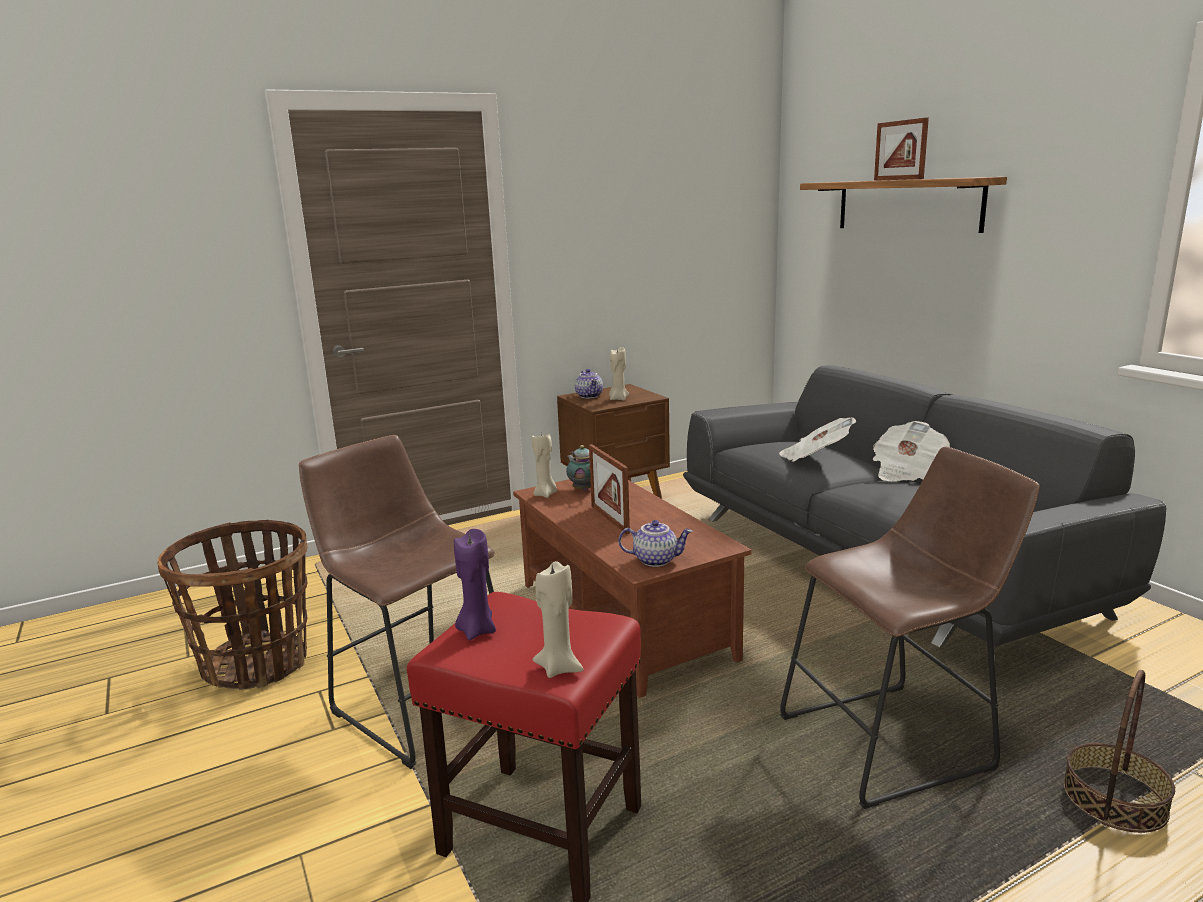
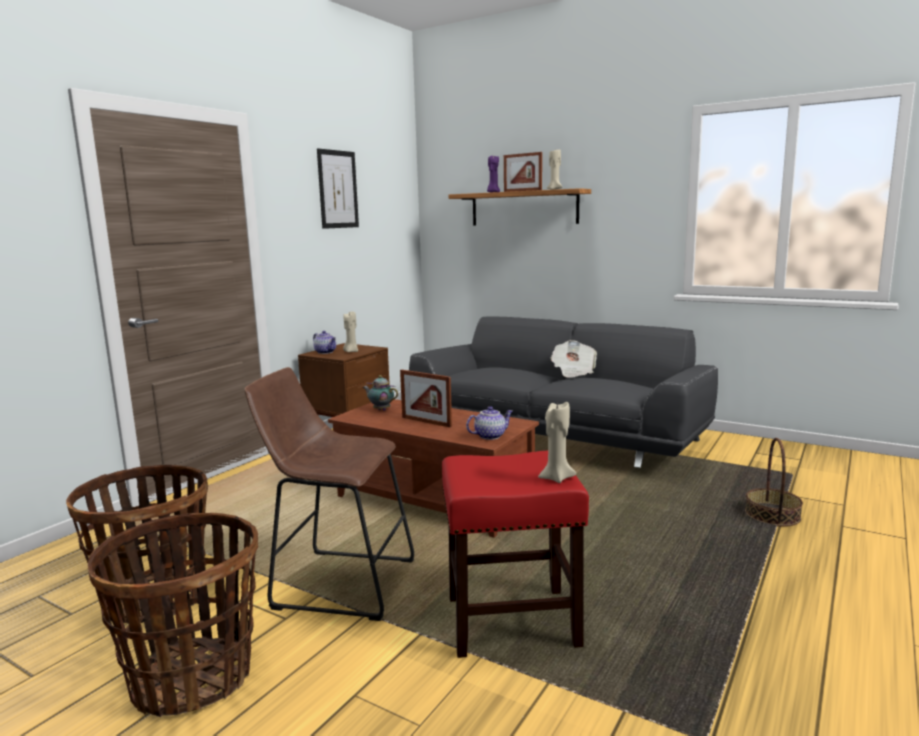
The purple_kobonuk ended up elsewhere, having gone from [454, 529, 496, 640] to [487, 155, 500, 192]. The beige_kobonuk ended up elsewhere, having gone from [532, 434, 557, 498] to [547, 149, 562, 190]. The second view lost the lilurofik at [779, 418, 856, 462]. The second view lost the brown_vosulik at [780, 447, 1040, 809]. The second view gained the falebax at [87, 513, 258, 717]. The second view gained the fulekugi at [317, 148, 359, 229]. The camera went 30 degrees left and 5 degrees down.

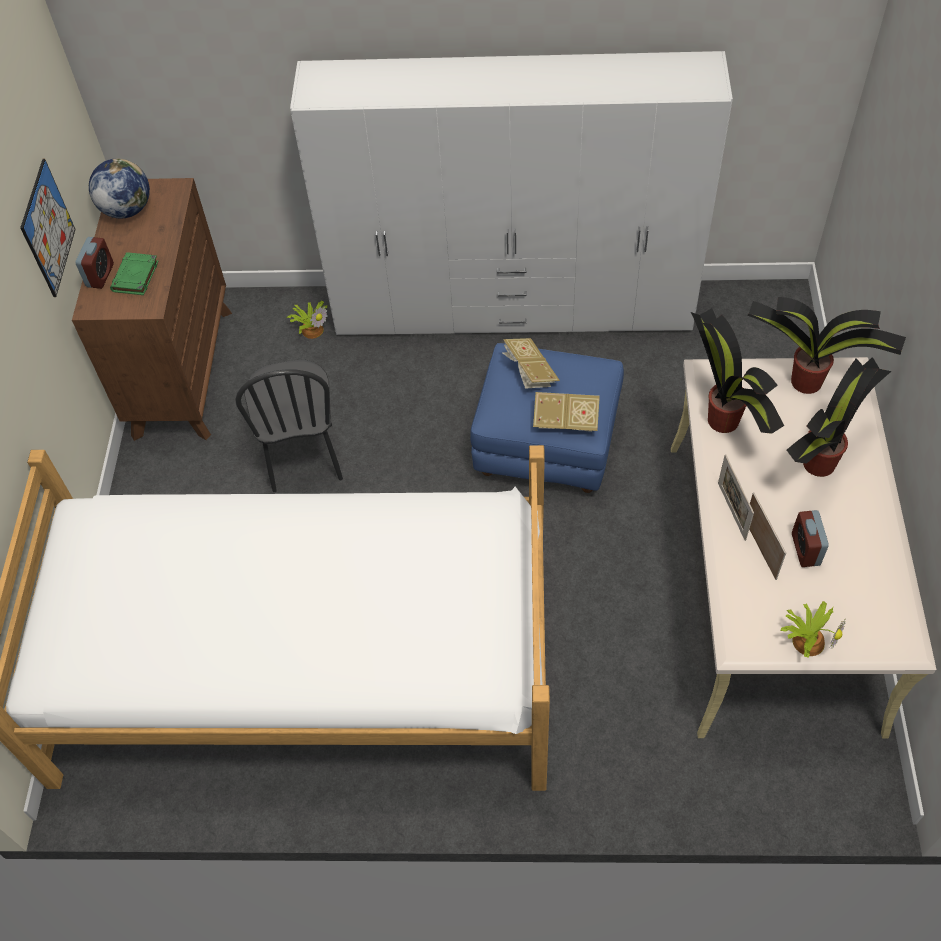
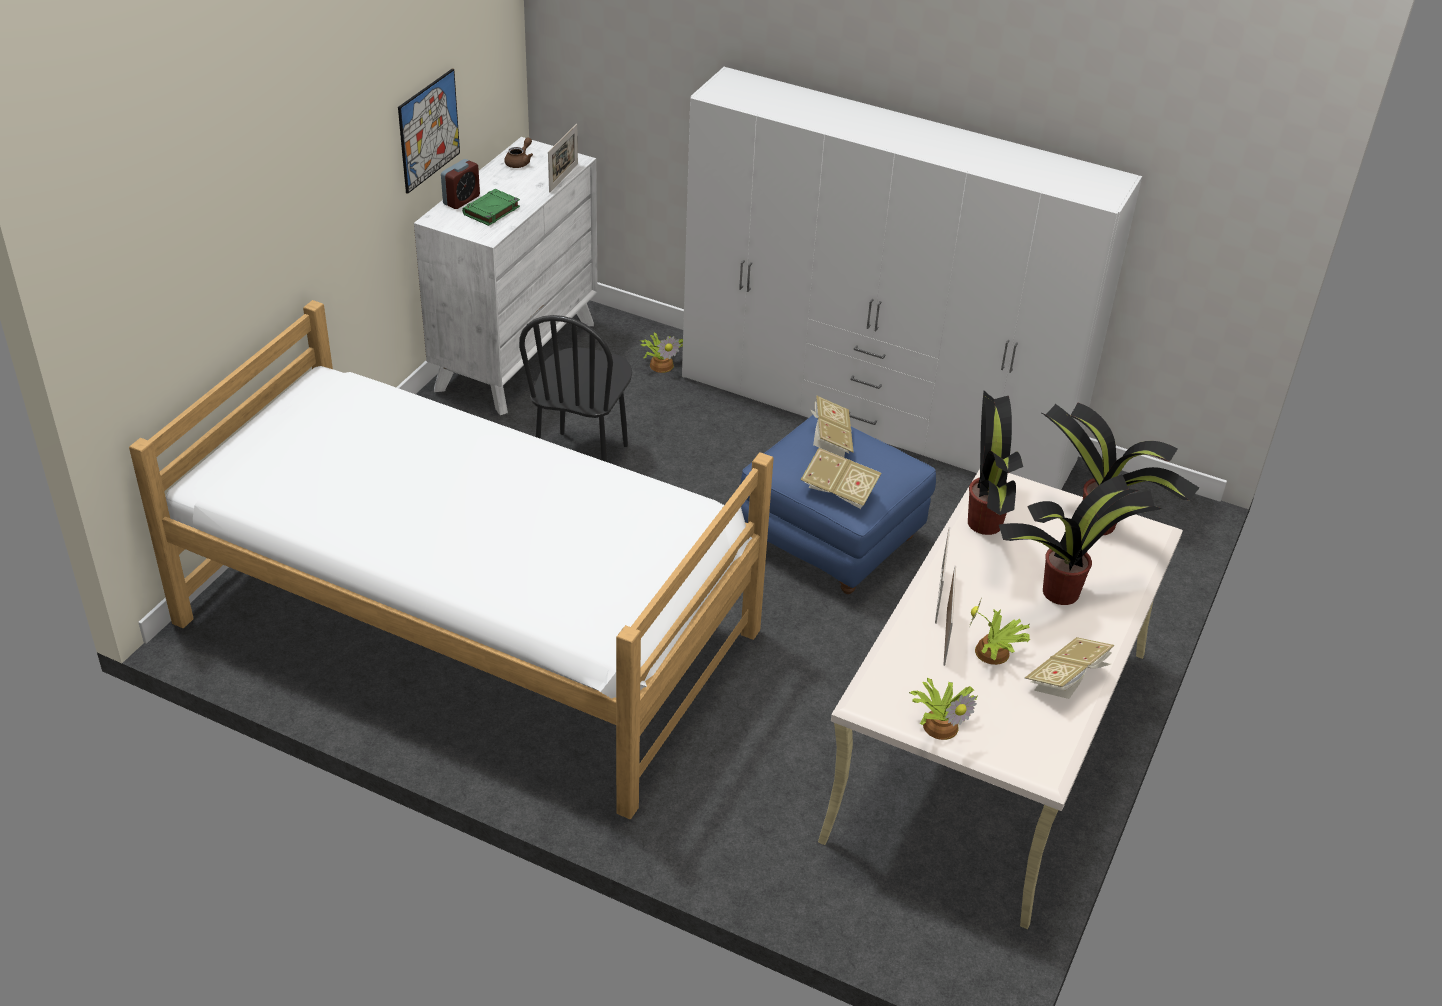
What was the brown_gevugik at [72, 178, 232, 441] turned into the white_gevugik at [414, 137, 598, 415]. Where the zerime stood at [89, 158, 150, 218], the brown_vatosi came to stand at [504, 137, 533, 168]. Where the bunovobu stood at [792, 510, 829, 567], the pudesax came to stand at [969, 597, 1031, 665]. The second view gained the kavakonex at [548, 124, 578, 193]. The second view gained the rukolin at [1025, 637, 1114, 699]. The camera went 20 degrees right and 15 degrees down.

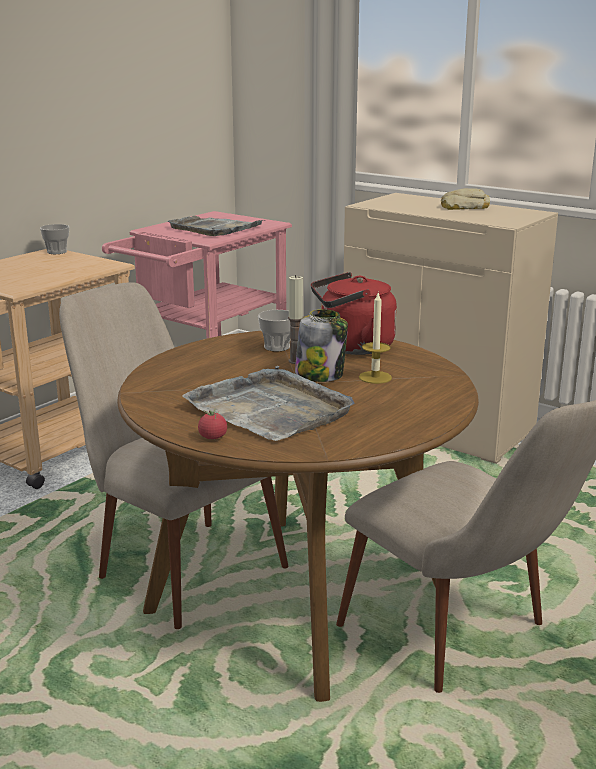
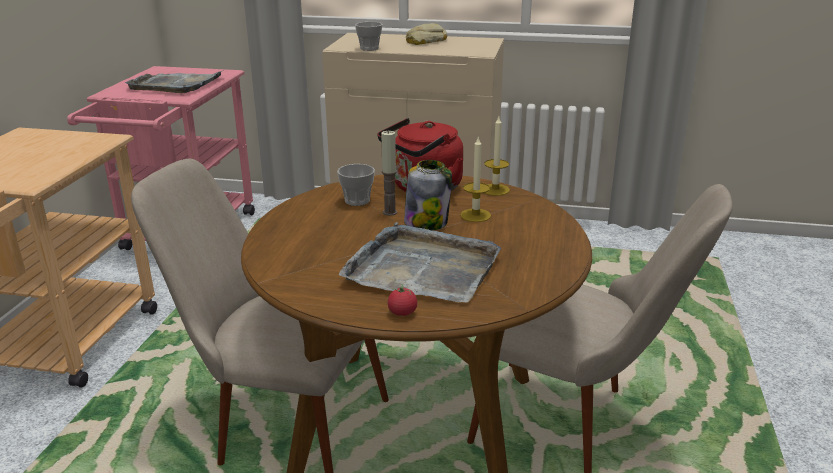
The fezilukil ended up elsewhere, having gone from [40, 224, 69, 254] to [355, 22, 382, 51]. The second view gained the kobonuk at [484, 117, 510, 196]. The camera went 25 degrees left and 5 degrees up.

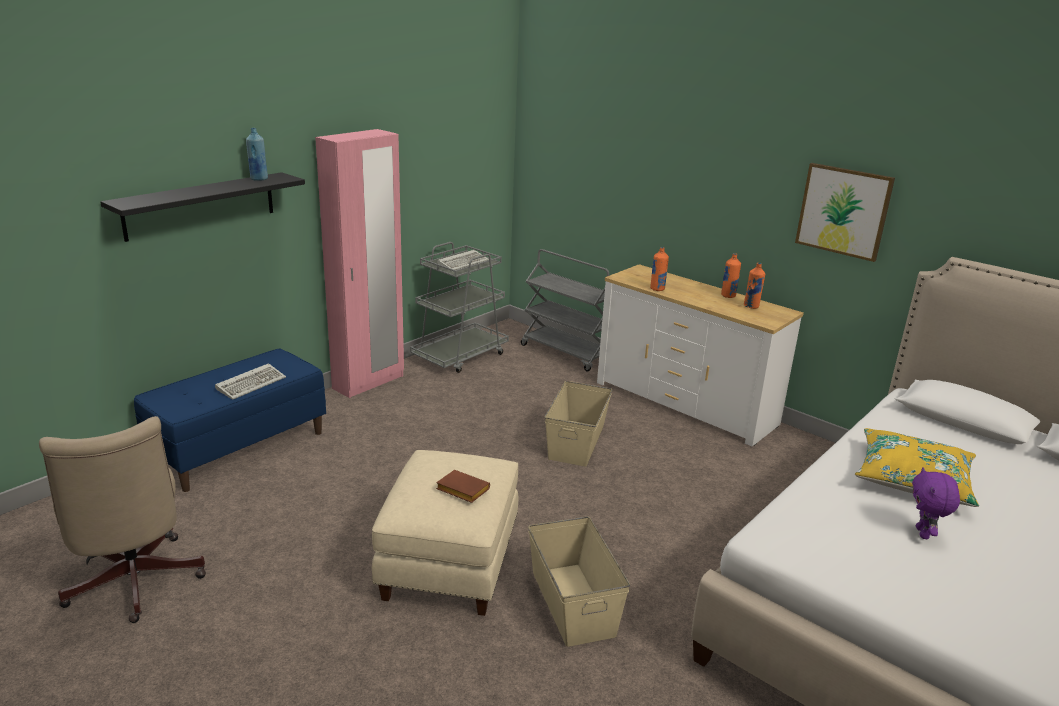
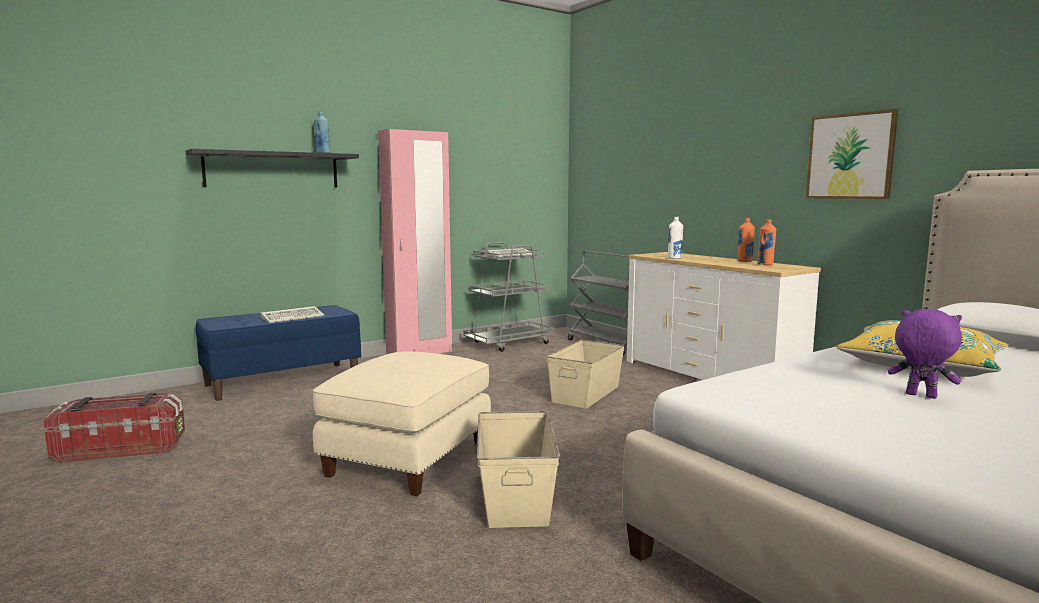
Where the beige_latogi stood at [39, 416, 206, 623], the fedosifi came to stand at [43, 392, 185, 463]. The second view lost the brown_rukolin at [436, 470, 490, 503]. What was the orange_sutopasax at [650, 247, 669, 291] turned into the white_sutopasax at [668, 217, 683, 259]. The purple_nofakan at [912, 467, 960, 539] ended up facing another way, 105 degrees clockwise from before. The camera went 15 degrees right and 15 degrees down.

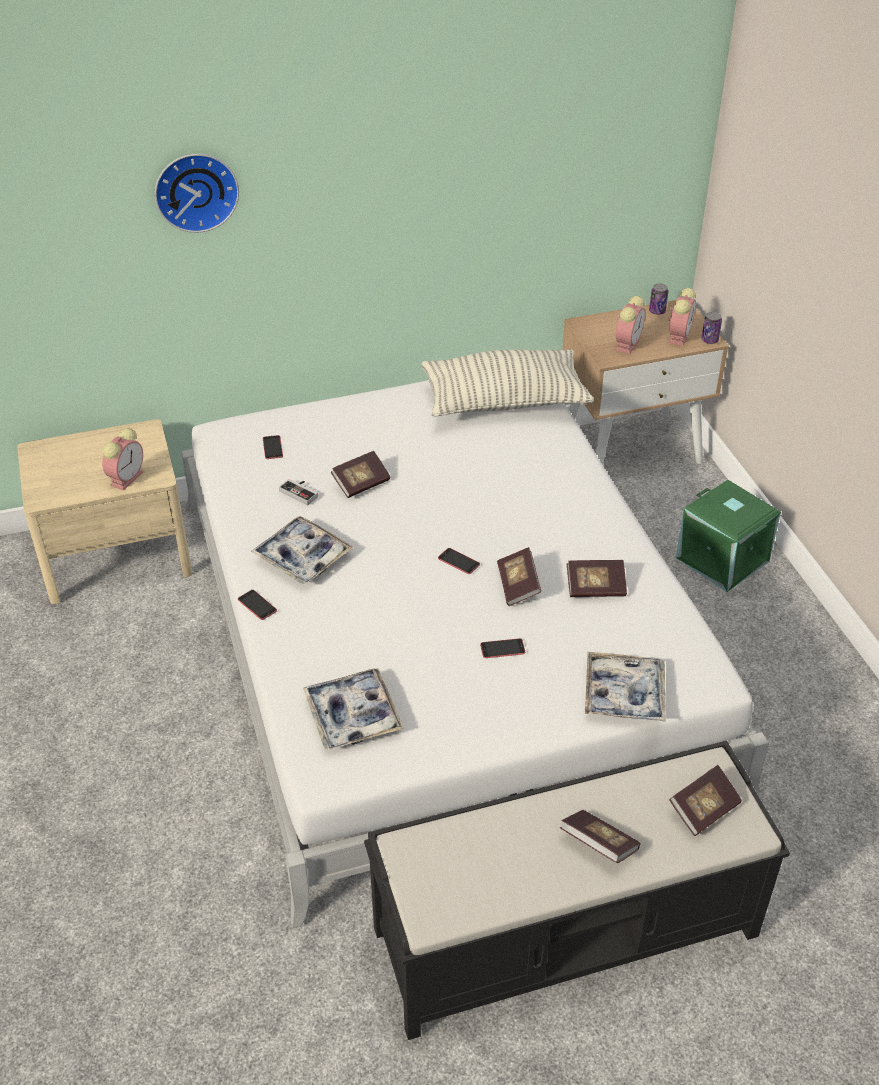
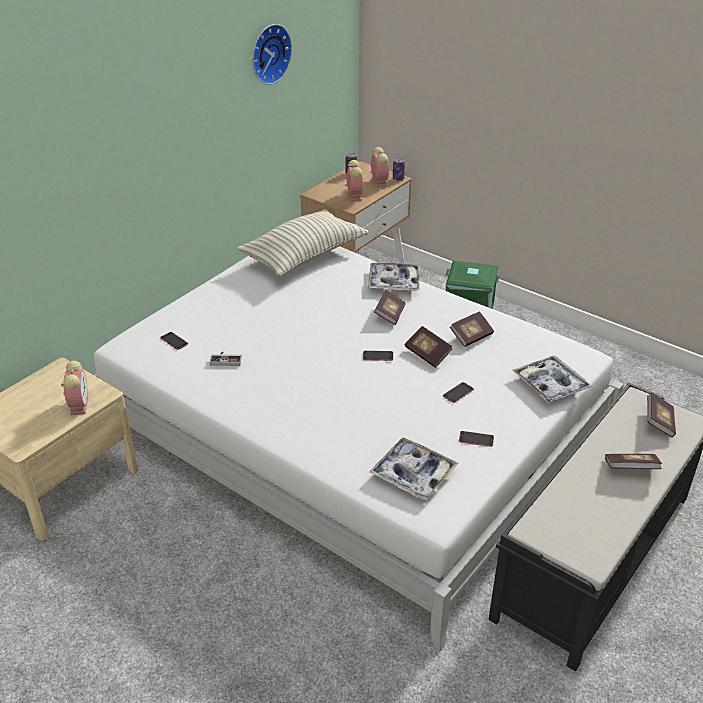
The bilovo ended up elsewhere, having gone from [155, 154, 239, 233] to [252, 24, 292, 85]. The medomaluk ended up elsewhere, having gone from [238, 590, 277, 620] to [459, 431, 494, 447]. The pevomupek ended up elsewhere, having gone from [251, 516, 353, 584] to [368, 263, 420, 291]. The rukolin ended up elsewhere, having gone from [331, 451, 390, 498] to [374, 289, 406, 325]. The camera went 35 degrees left and 5 degrees down.

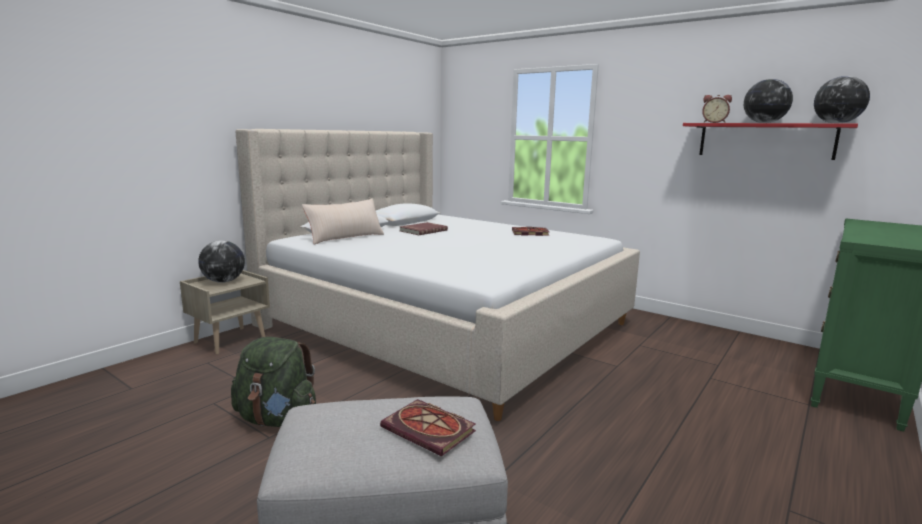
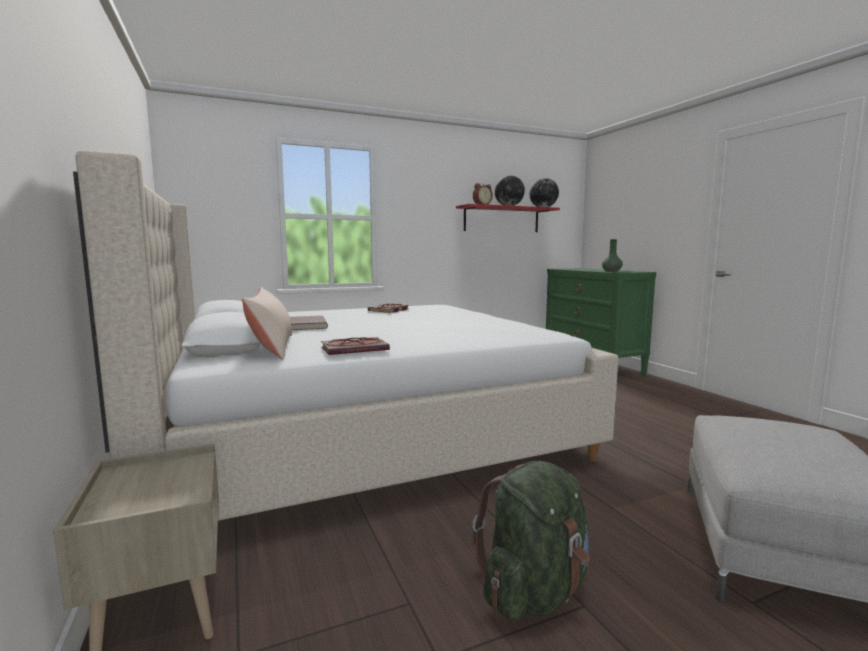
The second view lost the zerime at [198, 240, 245, 283]. The rukolin ended up elsewhere, having gone from [380, 399, 476, 456] to [321, 337, 390, 355]. The second view gained the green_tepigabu at [602, 239, 623, 272]. The camera went 60 degrees left and 5 degrees down.

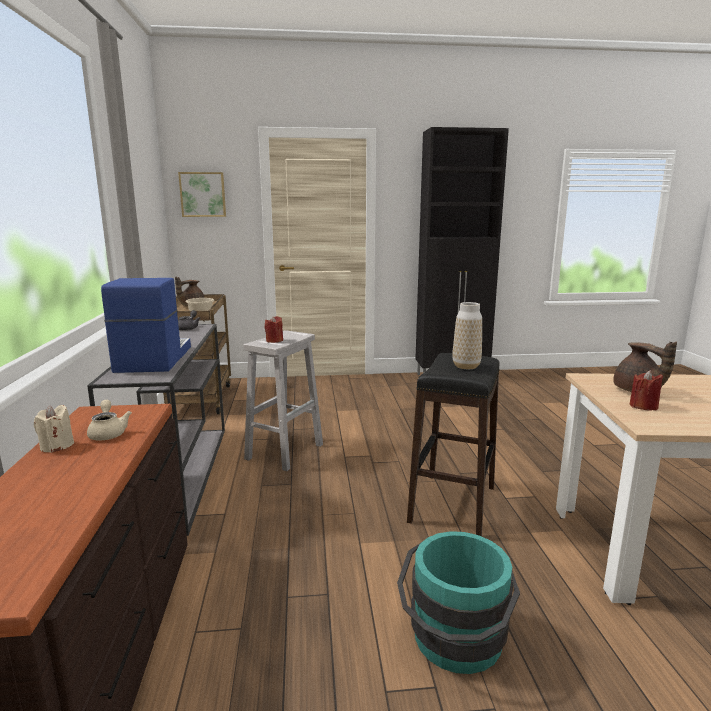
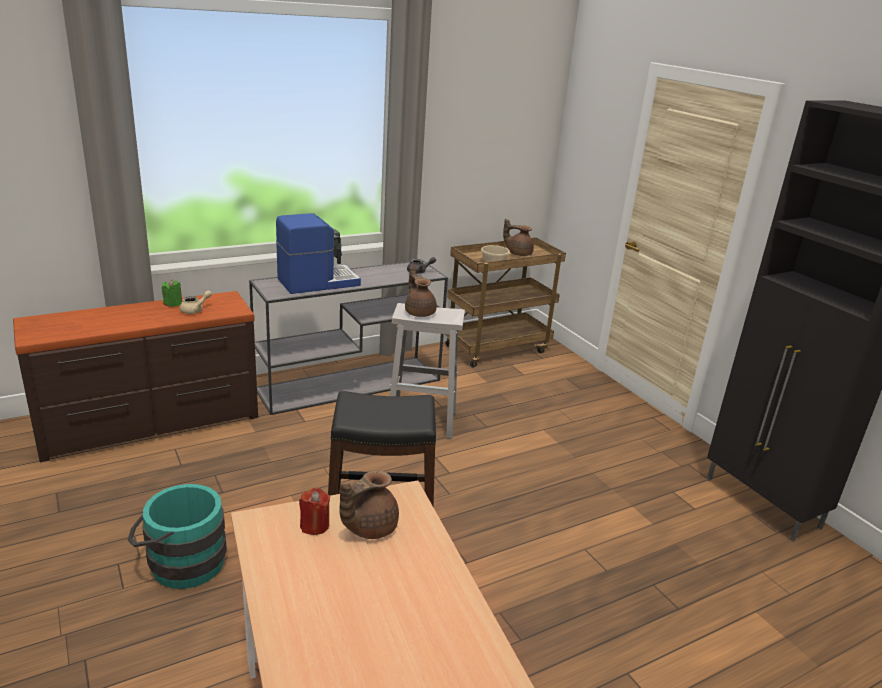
What was the beige_kobonuk at [34, 405, 74, 453] turned into the green_kobonuk at [162, 279, 182, 307]. The second view lost the fulekugi at [178, 172, 226, 217]. Where the red_kobonuk stood at [265, 316, 283, 343], the brown_vatosi came to stand at [405, 265, 437, 317]. The second view lost the tepigabu at [452, 302, 482, 369]. The camera went 65 degrees right and 10 degrees up.

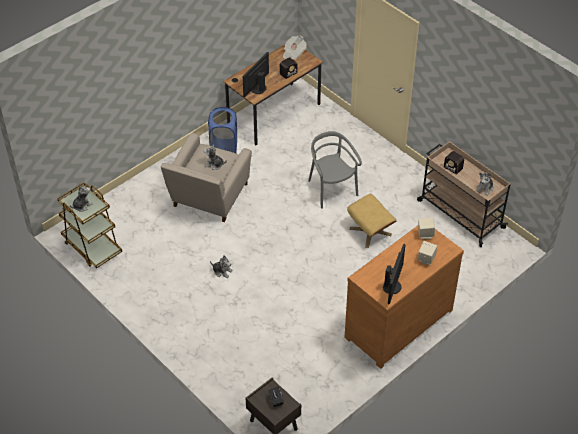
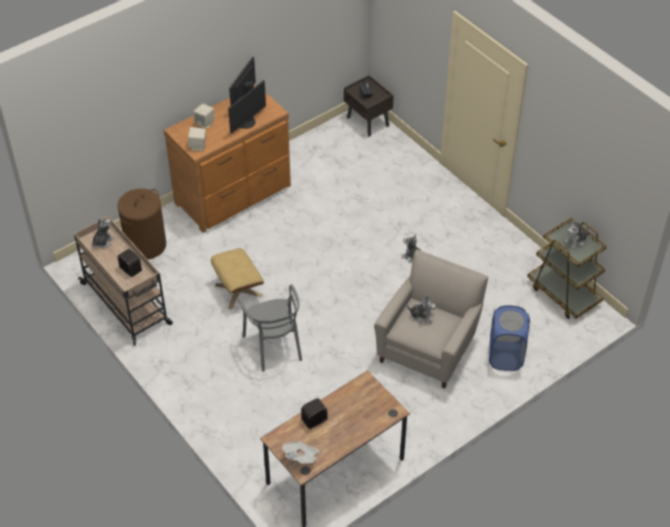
The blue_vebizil ended up elsewhere, having gone from [208, 107, 237, 153] to [489, 305, 530, 371]. The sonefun ended up elsewhere, having gone from [243, 52, 269, 97] to [228, 80, 266, 134]. The second view gained the brown_vebizil at [118, 188, 166, 260]. The camera went 175 degrees left and 0 degrees up.

